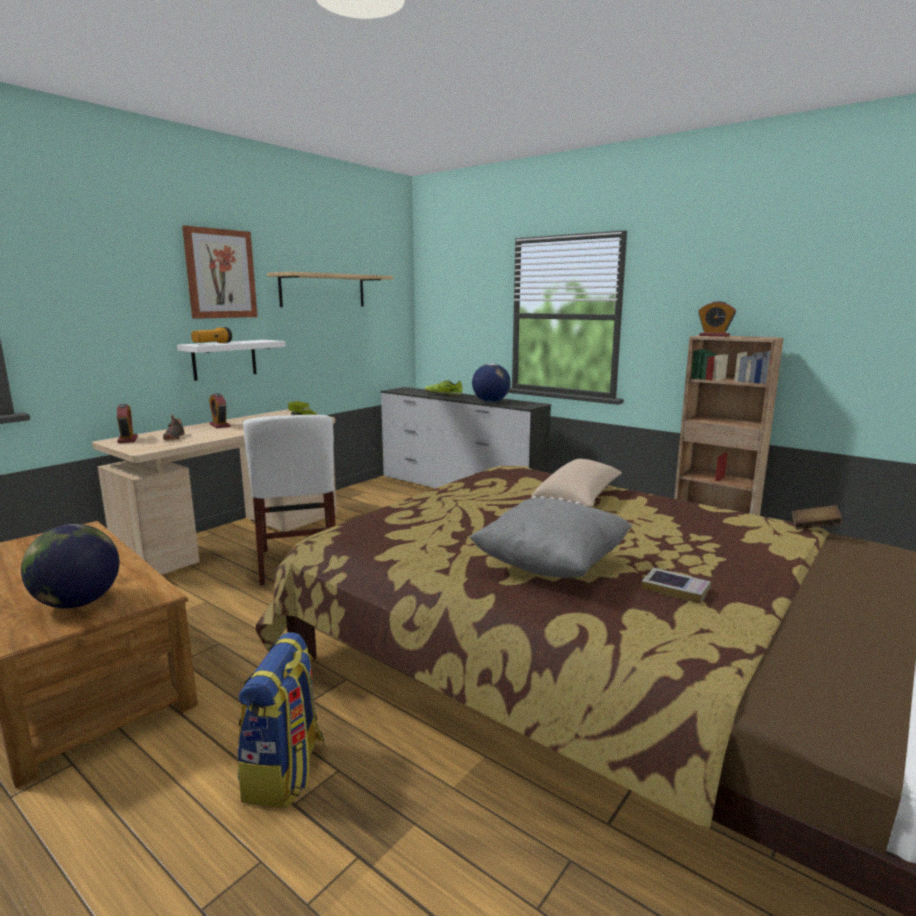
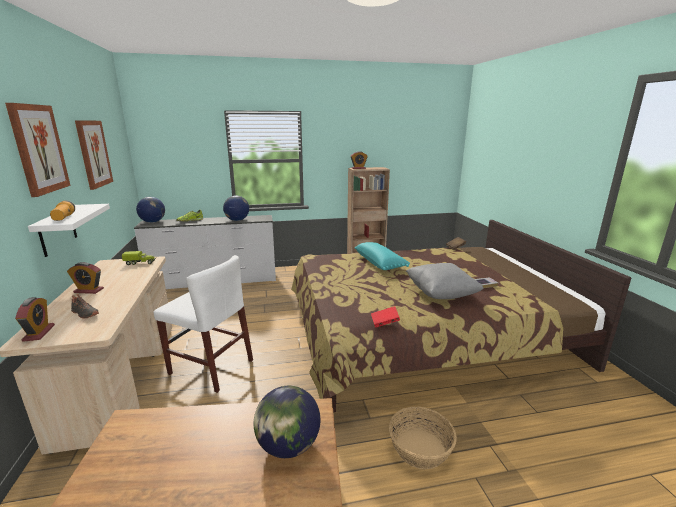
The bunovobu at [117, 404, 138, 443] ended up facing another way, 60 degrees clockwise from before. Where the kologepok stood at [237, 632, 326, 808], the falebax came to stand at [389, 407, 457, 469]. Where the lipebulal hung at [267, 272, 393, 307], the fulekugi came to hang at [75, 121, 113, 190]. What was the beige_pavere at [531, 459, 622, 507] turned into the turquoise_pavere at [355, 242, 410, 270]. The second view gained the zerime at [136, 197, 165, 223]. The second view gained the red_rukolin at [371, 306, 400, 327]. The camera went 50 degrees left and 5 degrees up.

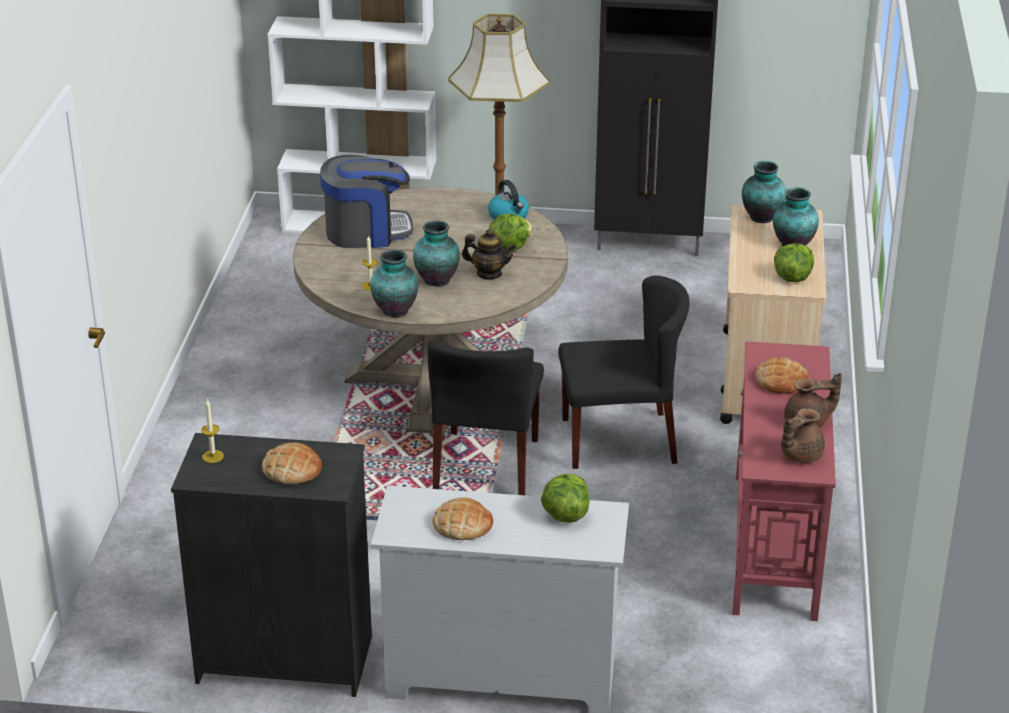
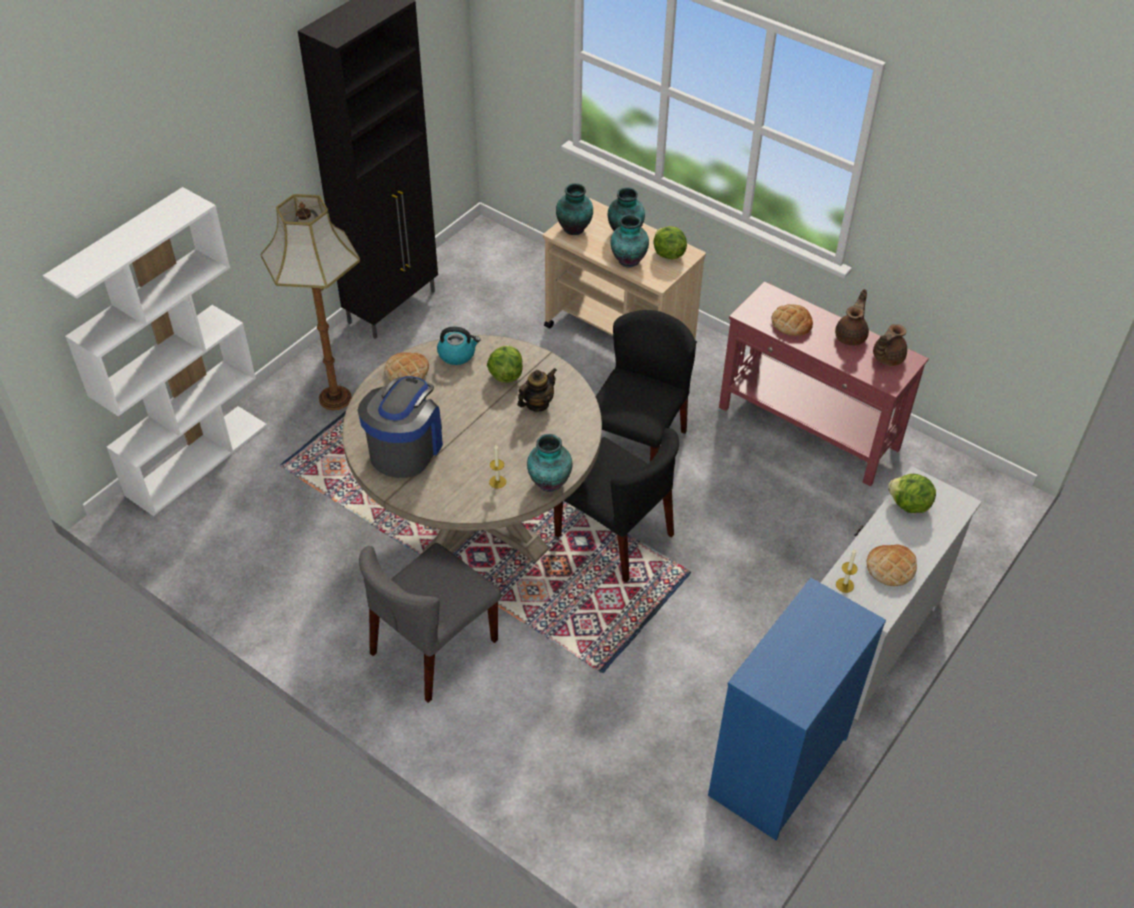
What was the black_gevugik at [171, 433, 372, 697] turned into the blue_gevugik at [708, 578, 886, 840]. The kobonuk ended up elsewhere, having gone from [201, 400, 224, 463] to [836, 549, 858, 593]. The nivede ended up elsewhere, having gone from [262, 442, 322, 484] to [384, 352, 429, 381]. The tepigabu ended up elsewhere, having gone from [413, 221, 460, 287] to [611, 214, 649, 268]. The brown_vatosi at [781, 408, 825, 463] ended up facing another way, 60 degrees clockwise from before. The second view gained the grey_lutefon at [359, 543, 501, 703]. The camera went 60 degrees left and 15 degrees up.

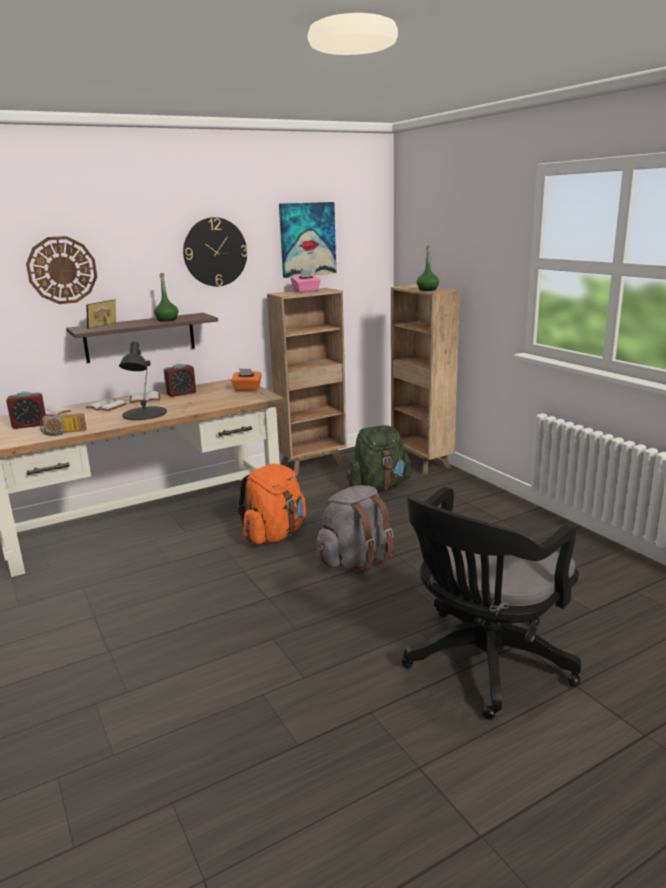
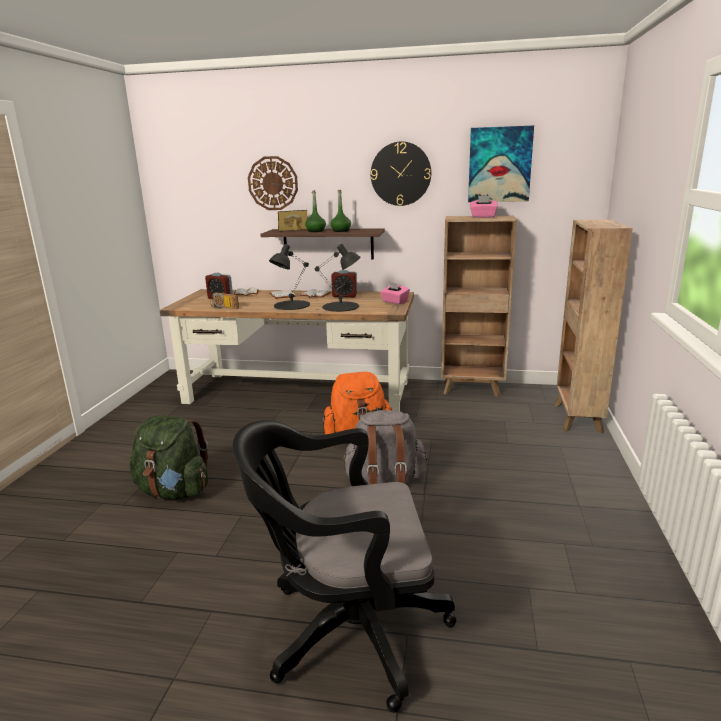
What was the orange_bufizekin at [231, 369, 262, 391] turned into the pink_bufizekin at [380, 282, 410, 304]. The green_kologepok ended up elsewhere, having gone from [347, 425, 412, 491] to [130, 415, 208, 500]. The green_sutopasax ended up elsewhere, having gone from [417, 245, 439, 291] to [305, 190, 326, 232]. The second view gained the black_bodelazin at [315, 244, 361, 312]. The camera went 40 degrees right and 0 degrees up.

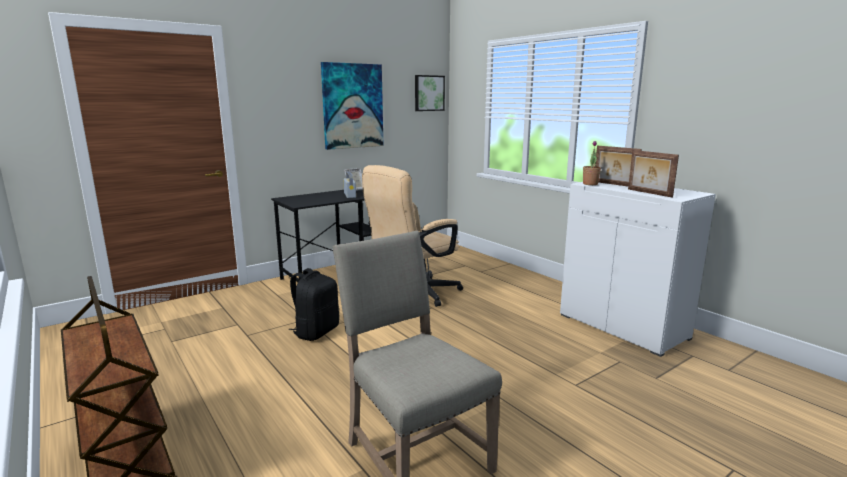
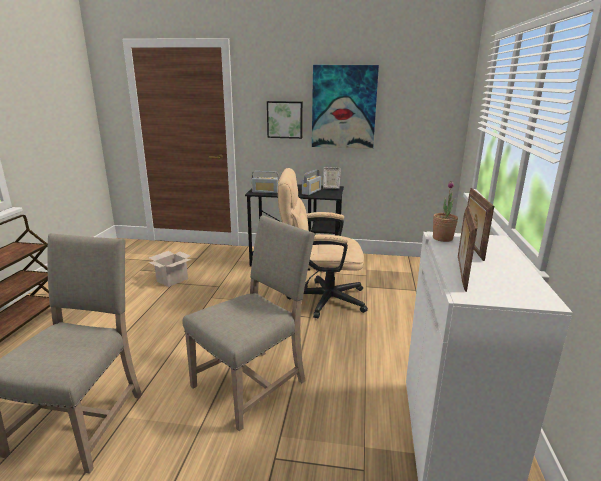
The second view lost the black_kologepok at [288, 268, 339, 341]. The fulekugi ended up elsewhere, having gone from [415, 75, 445, 111] to [267, 101, 303, 139]. The second view gained the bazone at [148, 251, 192, 287]. The second view gained the beige_lutefon at [182, 215, 315, 431]. The second view gained the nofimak at [252, 171, 279, 193]. The camera went 45 degrees right and 5 degrees up.

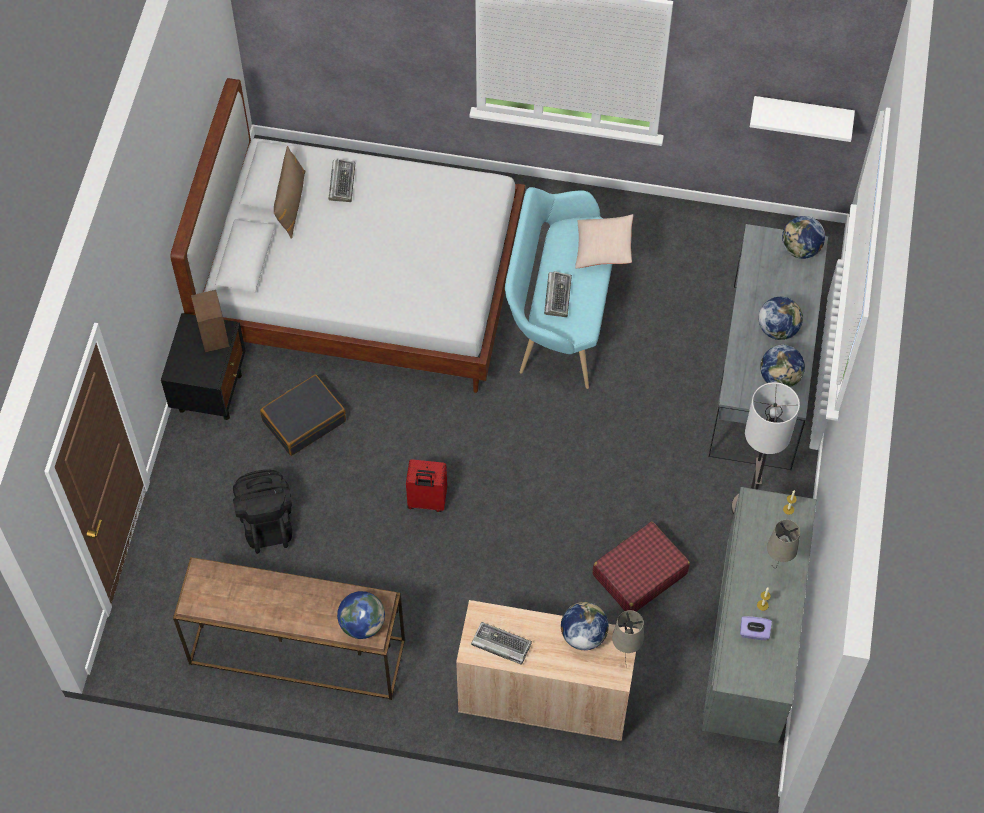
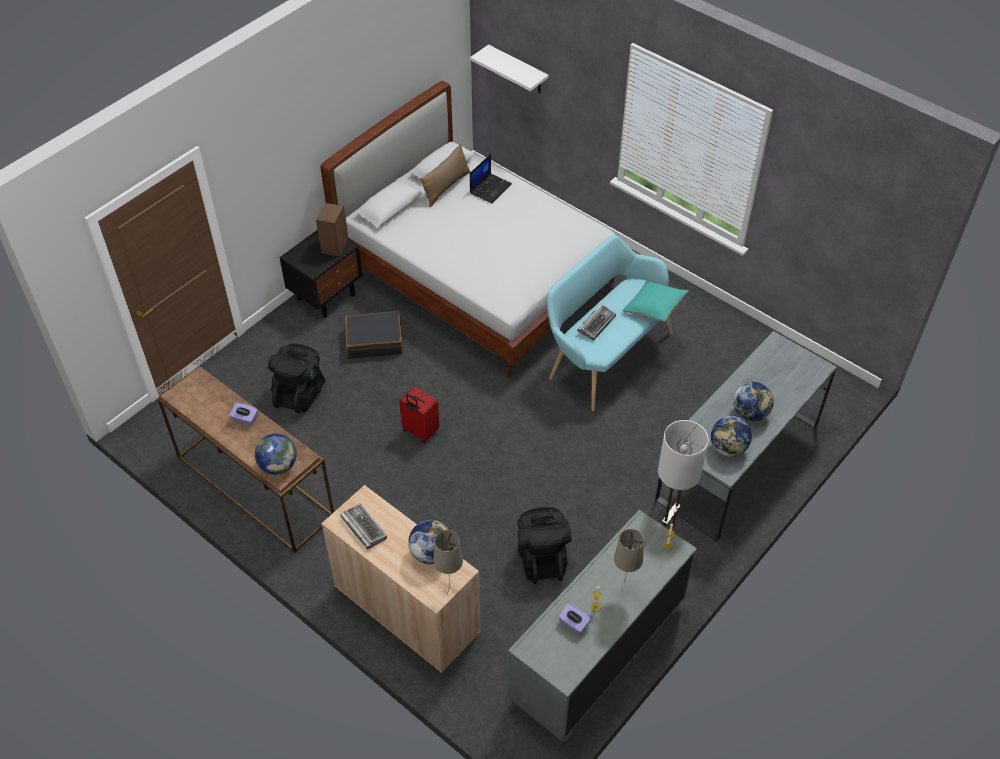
Where the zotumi stood at [329, 159, 355, 202], the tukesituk came to stand at [470, 154, 512, 204]. What was the beige_pavere at [575, 214, 633, 268] turned into the turquoise_pavere at [623, 281, 689, 321]. Where the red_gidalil stood at [593, 521, 690, 611], the black_kologepok came to stand at [518, 507, 572, 584]. The white_lipebulal ended up elsewhere, having gone from [750, 96, 855, 142] to [470, 44, 549, 93]. The second view lost the zerime at [782, 216, 825, 259]. The second view gained the purple_bufizekin at [230, 403, 258, 426]. The camera went 30 degrees right and 10 degrees down.

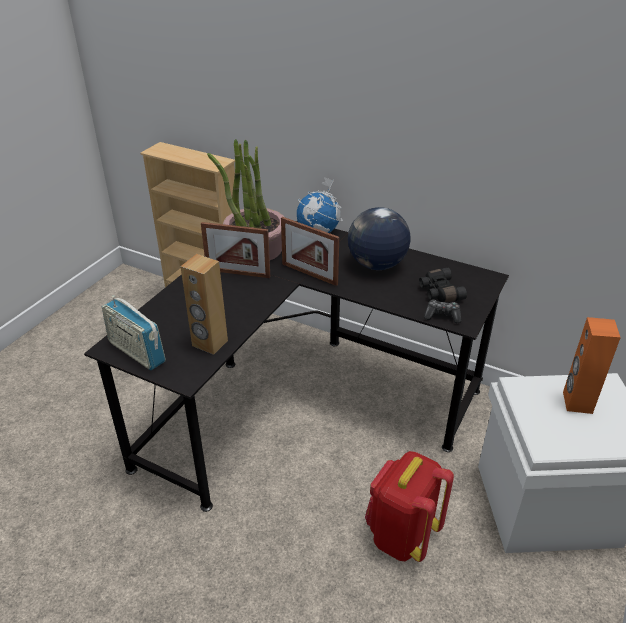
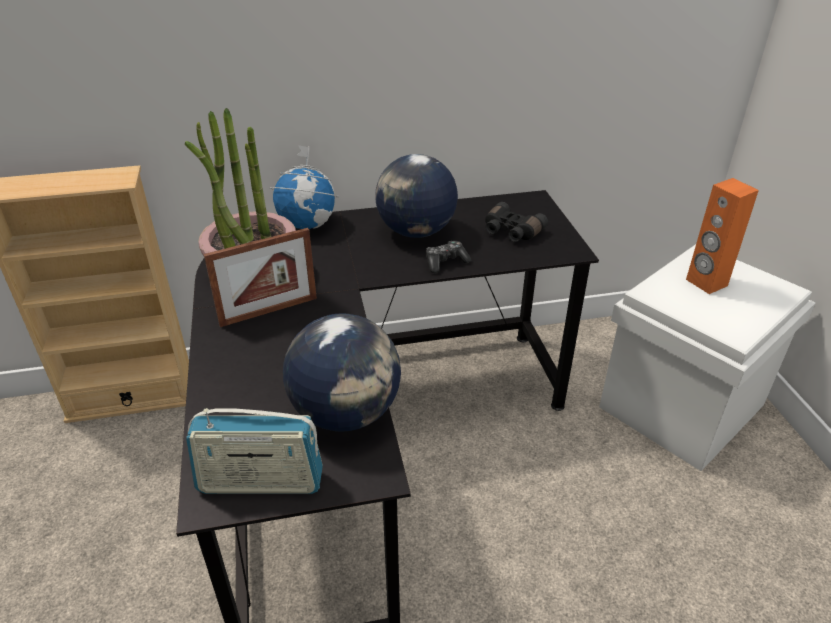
Where the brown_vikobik stood at [180, 254, 228, 355], the zerime came to stand at [283, 313, 401, 432]. The second view lost the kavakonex at [281, 217, 339, 286]. The second view lost the red_kologepok at [365, 451, 454, 562]. The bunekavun ended up elsewhere, having gone from [424, 300, 461, 323] to [426, 241, 471, 273]. The camera went 40 degrees left and 0 degrees up.

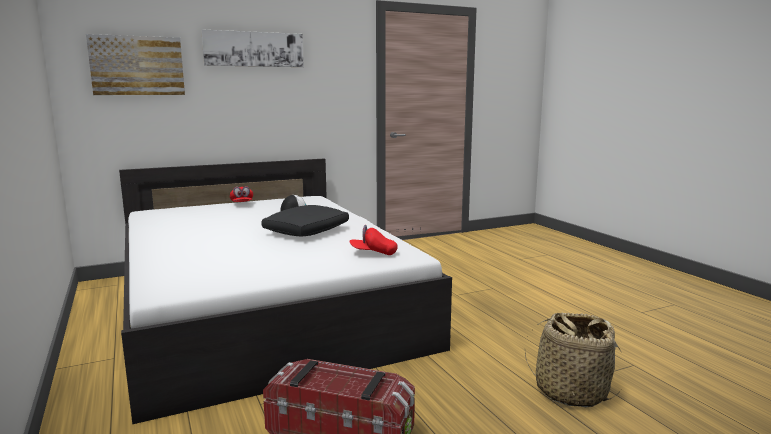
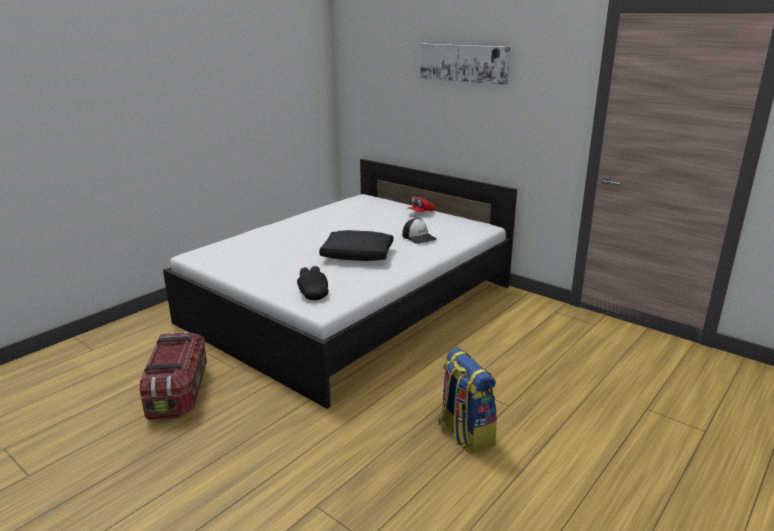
The second view lost the fulekugi at [86, 34, 185, 95]. What was the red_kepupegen at [349, 225, 398, 255] turned into the black_kepupegen at [297, 266, 328, 300]. The second view lost the falebax at [525, 313, 621, 407]. The second view gained the kologepok at [438, 348, 497, 454]. The camera went 65 degrees right and 10 degrees up.

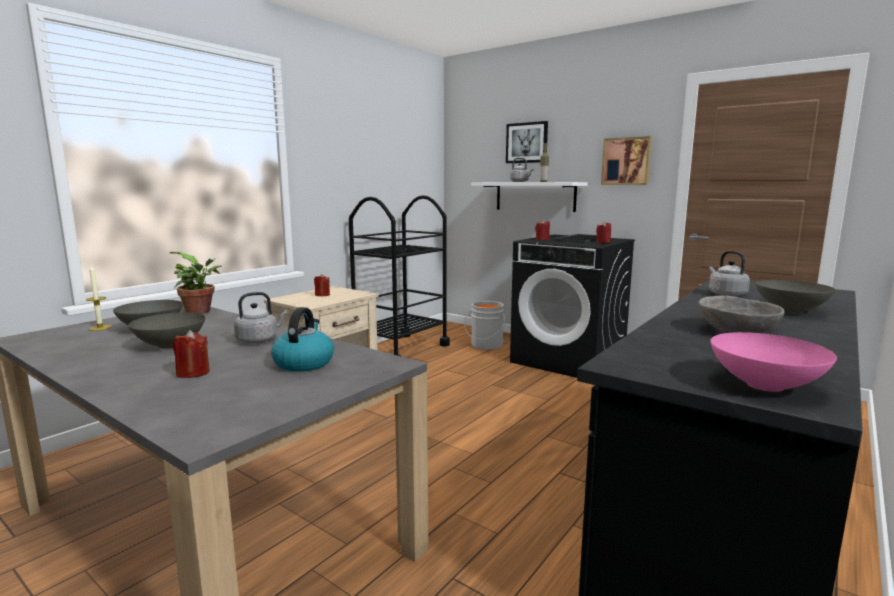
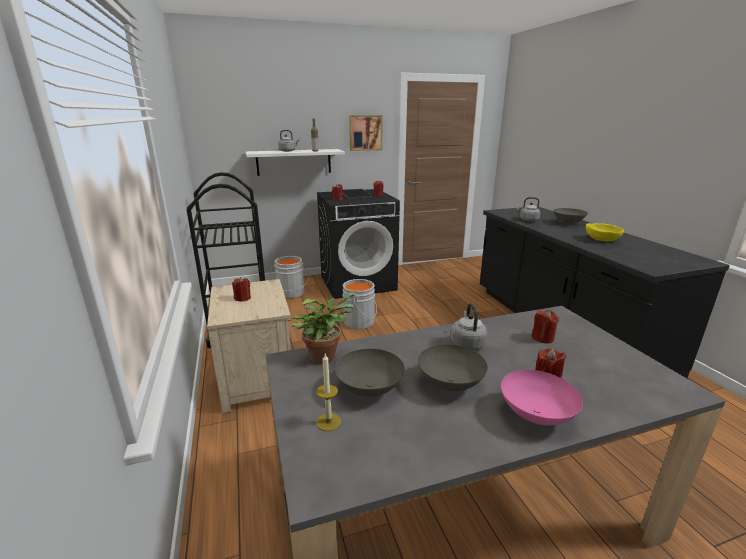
Where the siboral stood at [271, 307, 334, 372], the red_kobonuk came to stand at [532, 310, 559, 343]. The second view lost the fulekugi at [506, 121, 548, 163]. What was the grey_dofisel at [699, 296, 784, 333] turned into the yellow_dofisel at [586, 223, 624, 241]. The pink_dofisel ended up elsewhere, having gone from [710, 332, 837, 392] to [501, 370, 583, 425]. The second view gained the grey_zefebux at [342, 279, 377, 329]. The camera went 55 degrees left and 10 degrees up.

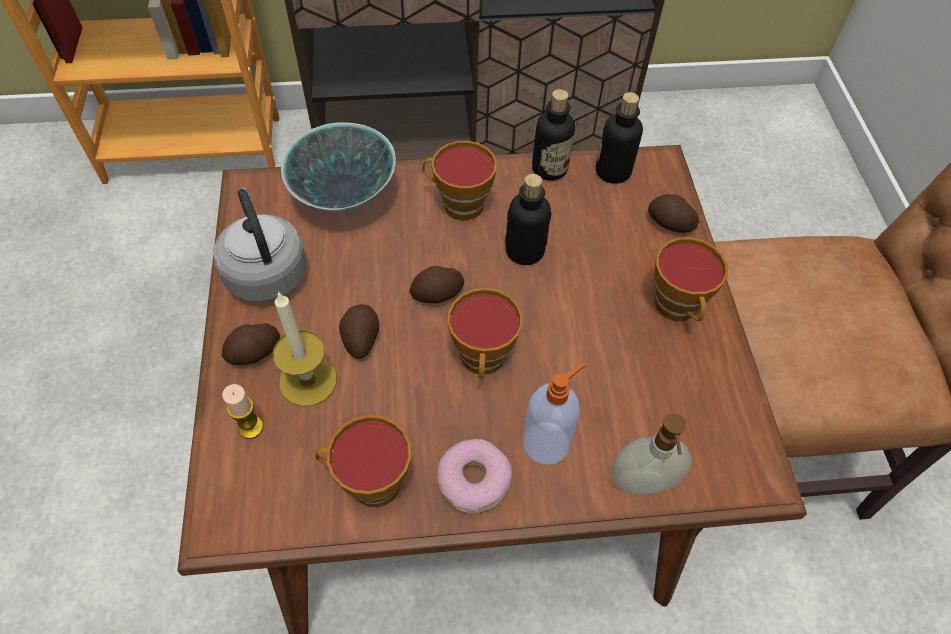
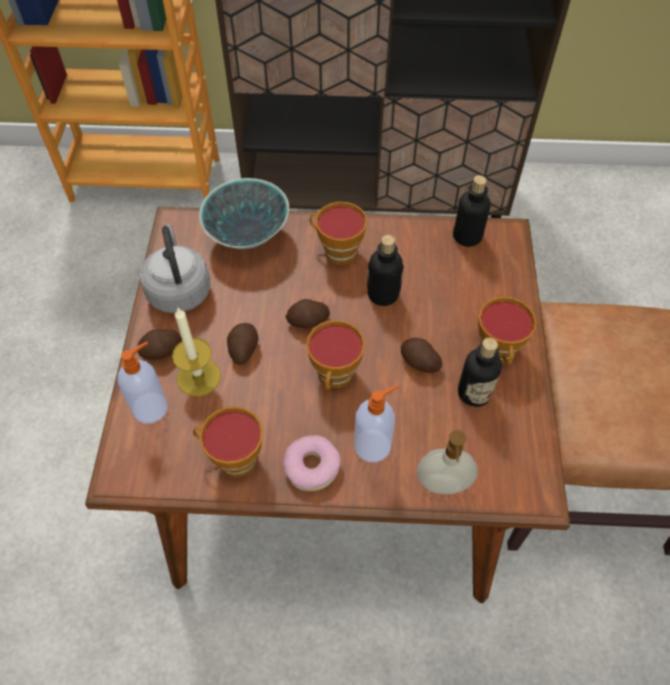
Where the kobonuk stood at [222, 384, 263, 439], the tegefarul came to stand at [118, 342, 168, 424]. The sutopasax ended up elsewhere, having gone from [532, 89, 575, 181] to [458, 338, 502, 407]. The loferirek ended up elsewhere, having gone from [648, 194, 699, 233] to [401, 338, 442, 373]. The camera went 10 degrees right and 0 degrees up.

